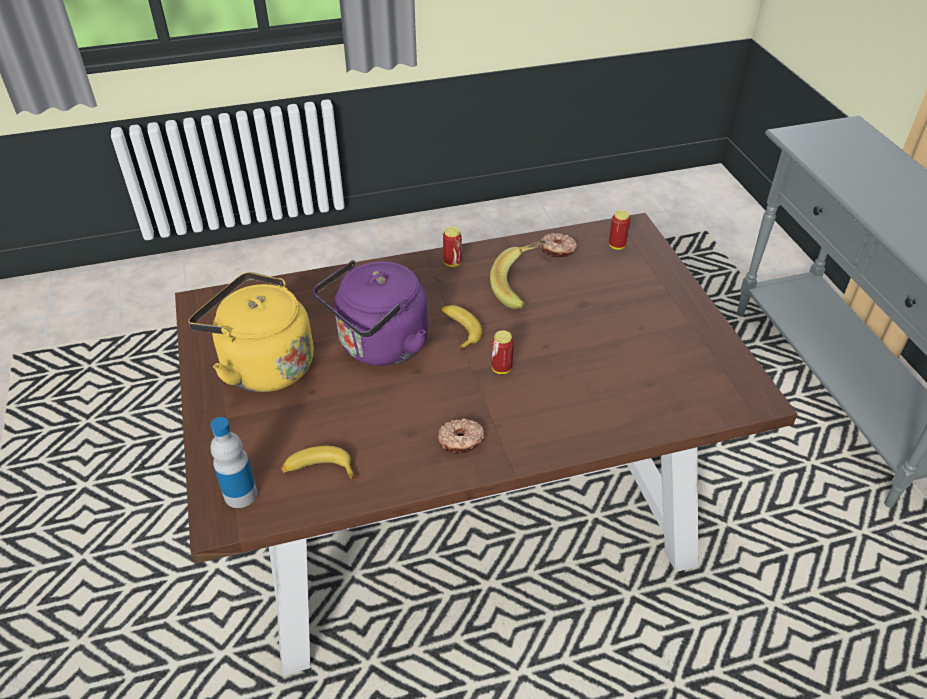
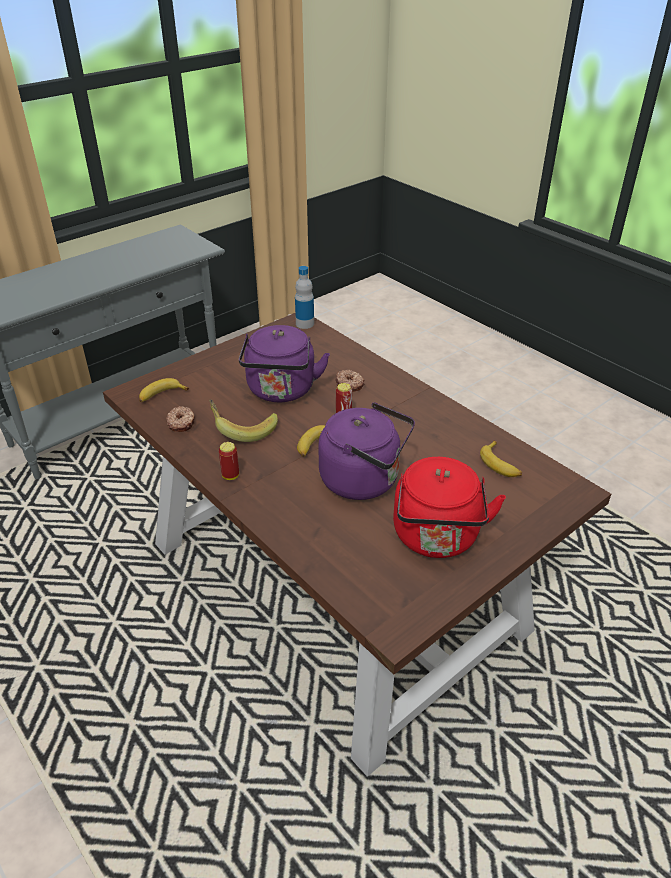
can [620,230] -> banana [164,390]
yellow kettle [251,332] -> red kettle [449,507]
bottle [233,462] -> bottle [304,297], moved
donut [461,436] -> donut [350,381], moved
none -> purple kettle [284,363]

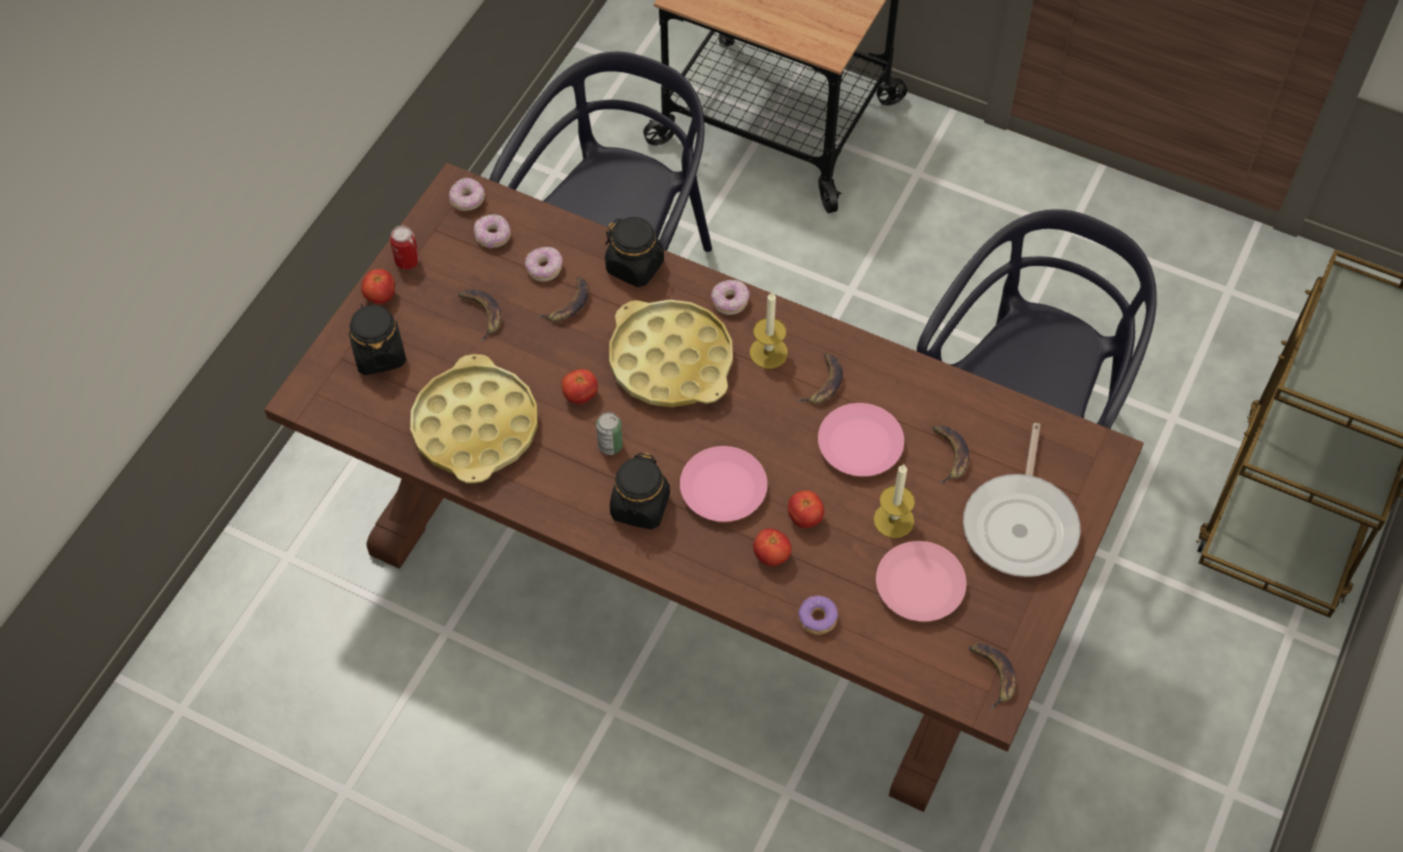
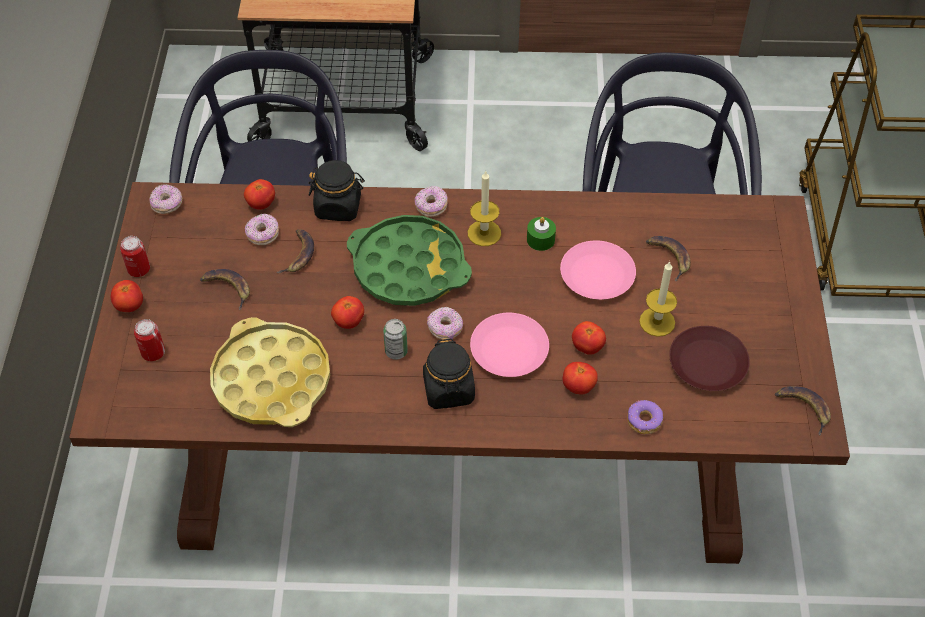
donut [492,231] -> donut [445,323], moved
yellow tray [671,353] -> green tray [409,260]
black jar [377,338] -> can [149,340]
banana [819,378] -> green candle [541,234]
frying pan [1022,500] -> none
pink plate [921,581] -> brown plate [709,358]
none -> tomato [259,194]

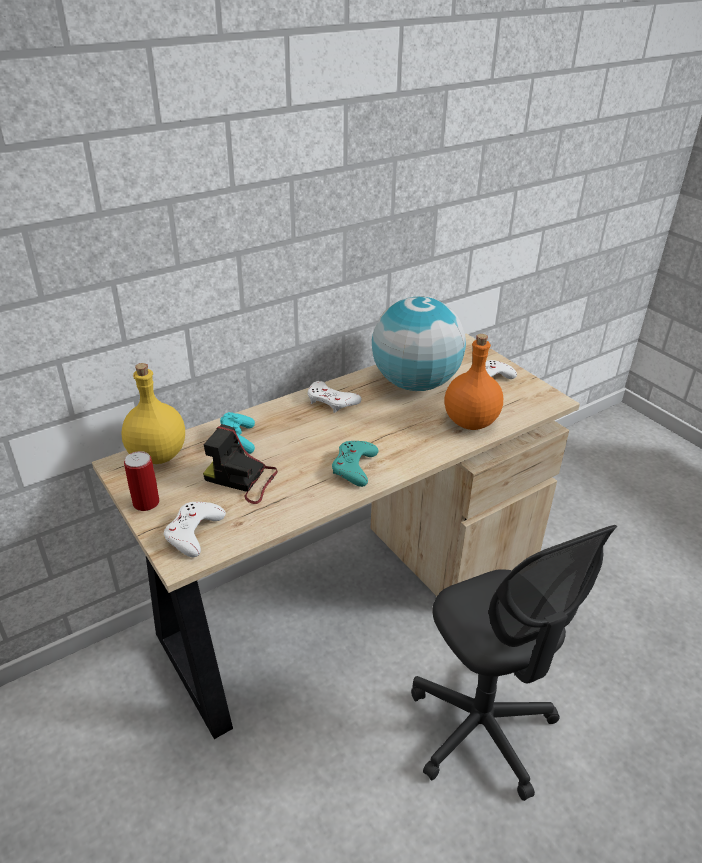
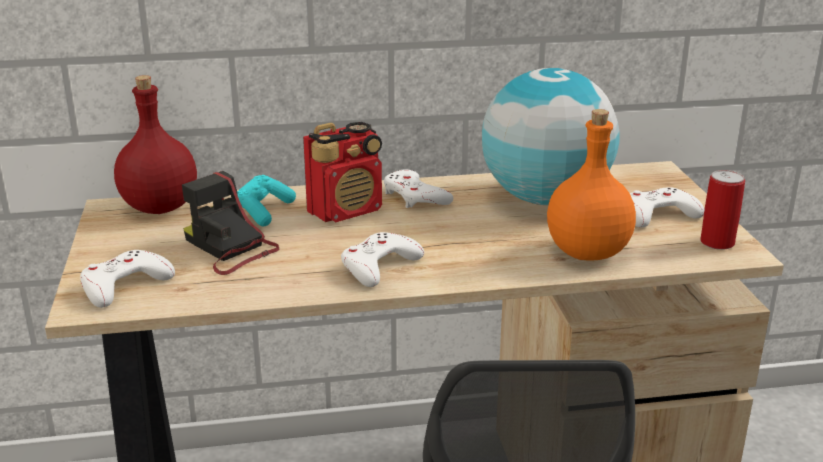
yellow bottle [153,413] -> red bottle [155,144]
turquoise game controller [355,464] -> white game controller [382,259]
can [142,481] -> can [722,210], moved
none -> radio [342,172]

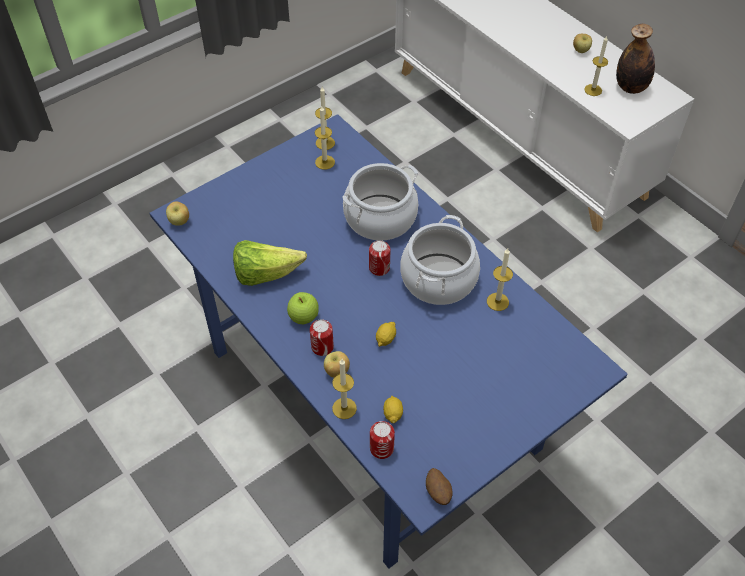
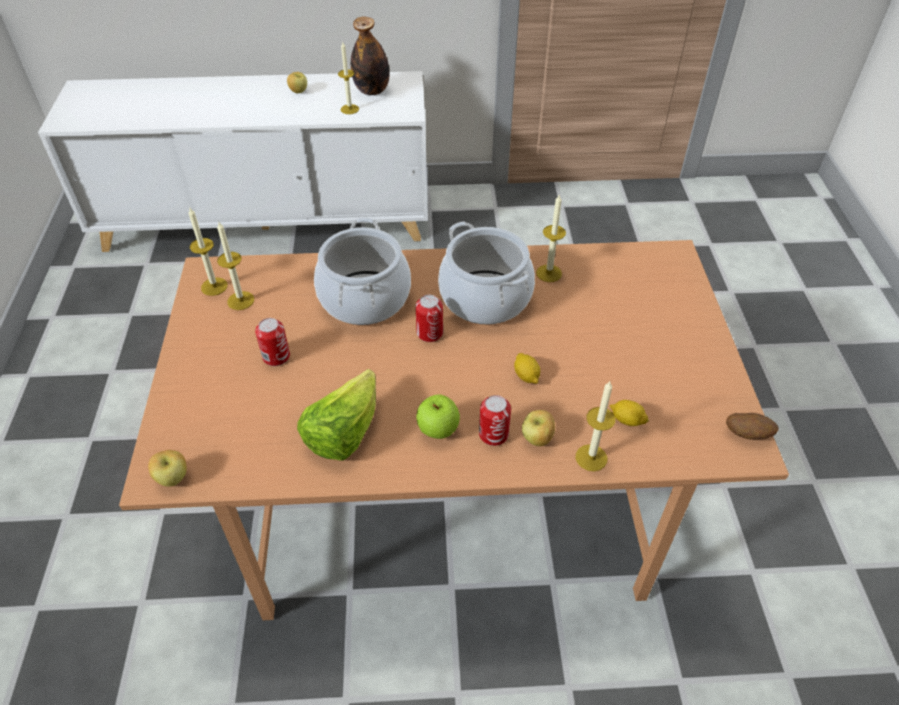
blue dining table [389,341] -> brown dining table [454,430]
can [382,440] -> can [272,342], moved

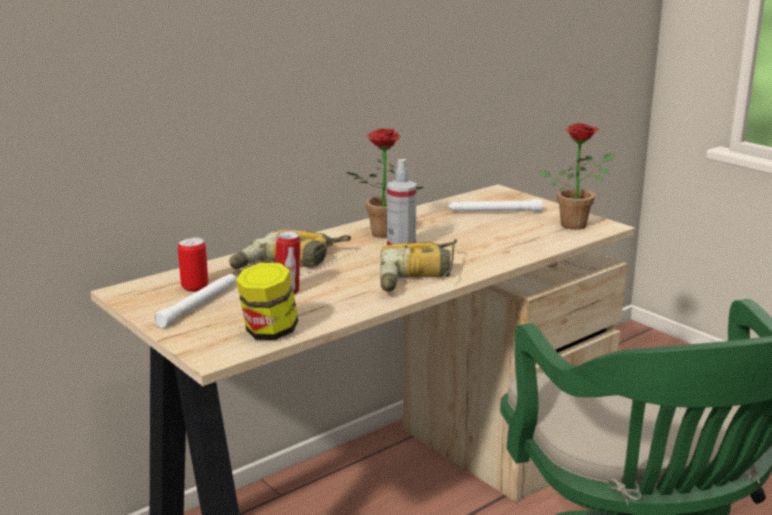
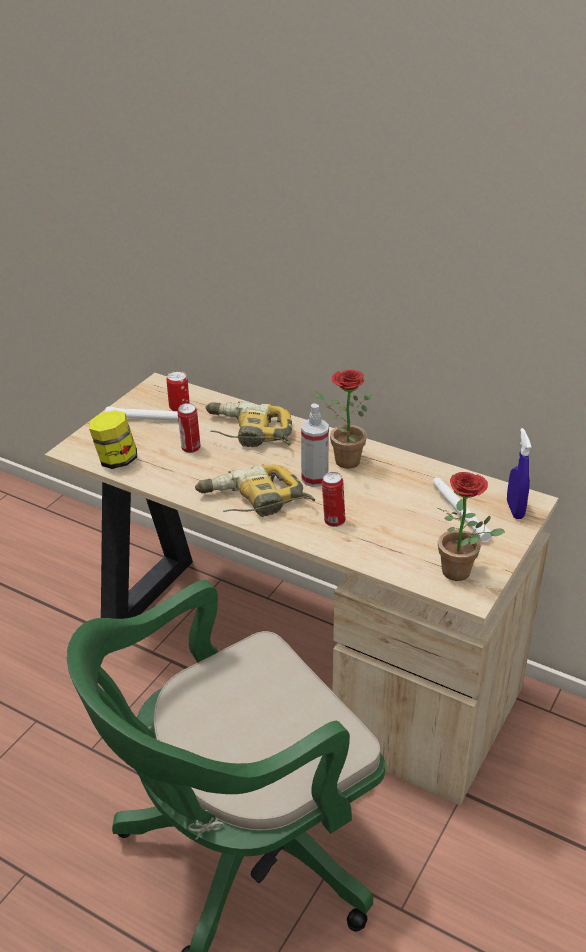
none -> blue spray bottle [519,473]
none -> can [333,499]

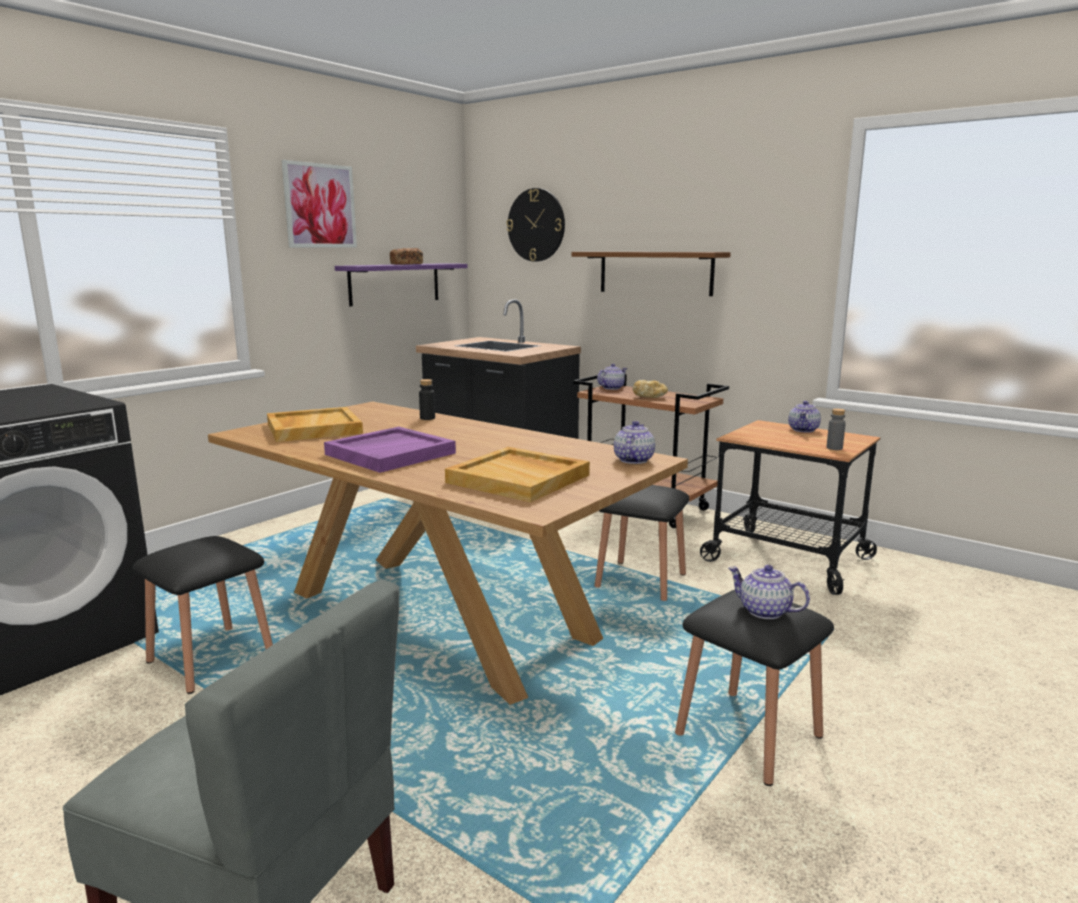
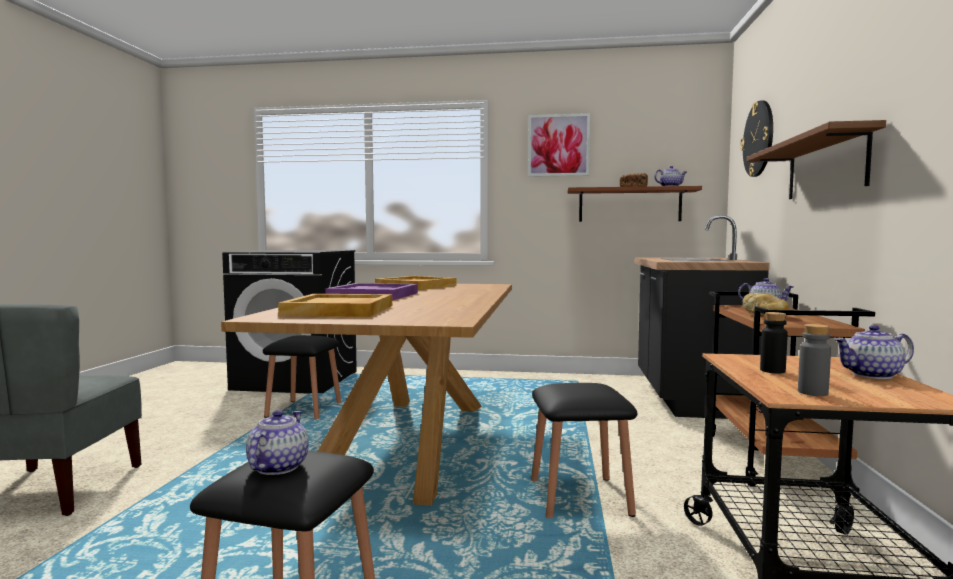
purple shelf [401,284] -> brown shelf [635,204]
black bottle [427,399] -> black bottle [774,343], moved
teapot [634,442] -> teapot [670,176], moved

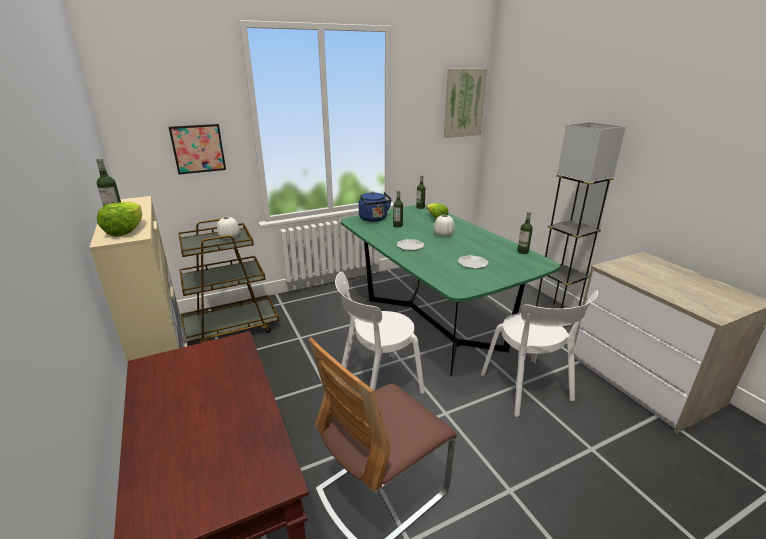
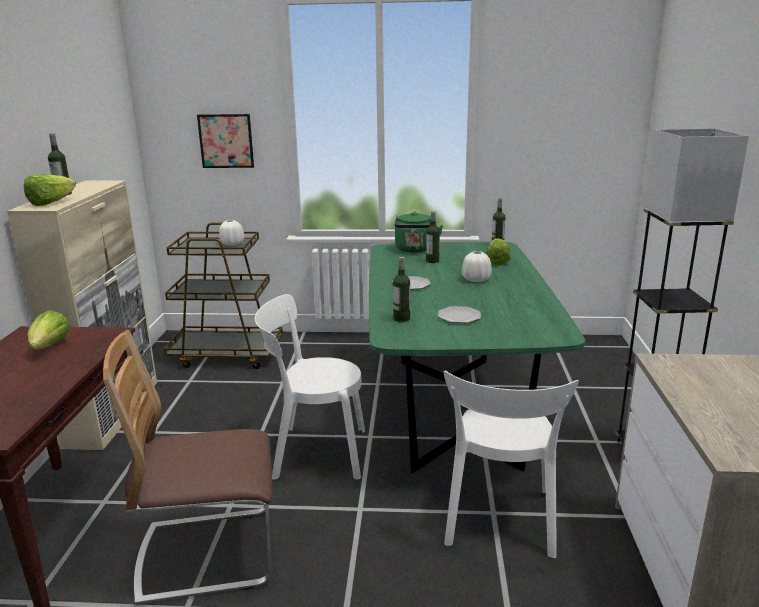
picture [465,103] -> none
blue kettle [375,206] -> green kettle [419,232]
bottle [525,232] -> bottle [401,289], moved
none -> lettuce [49,330]

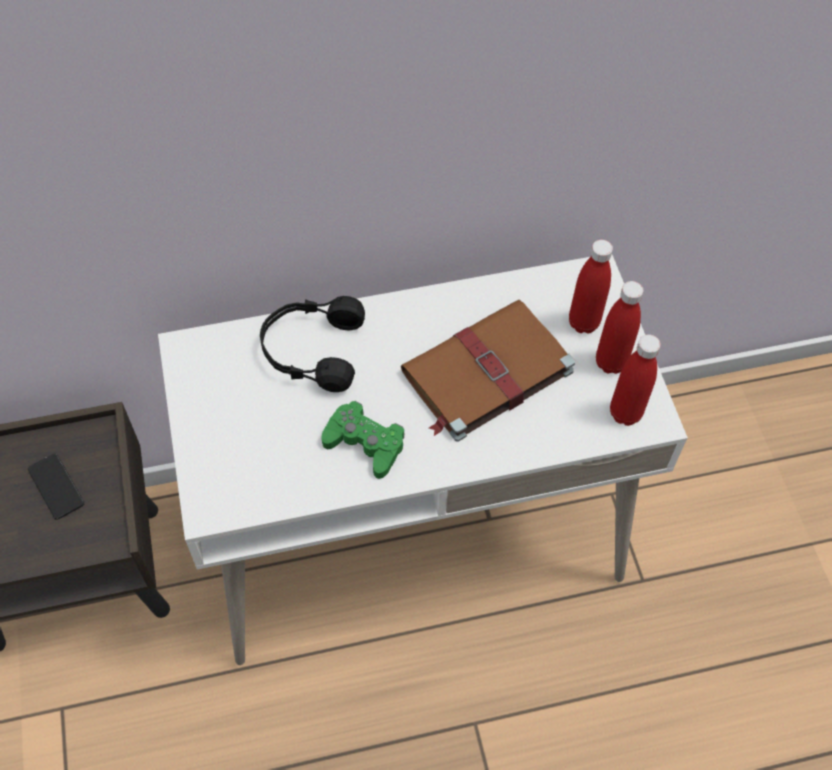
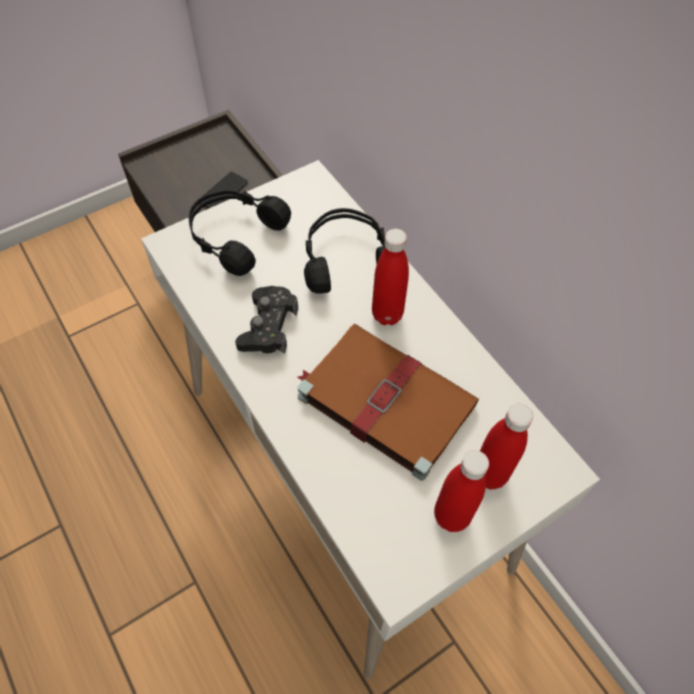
red bottle [635,380] -> red bottle [390,277], moved
green game controller [363,440] -> black game controller [266,320]
none -> black headphones [240,233]

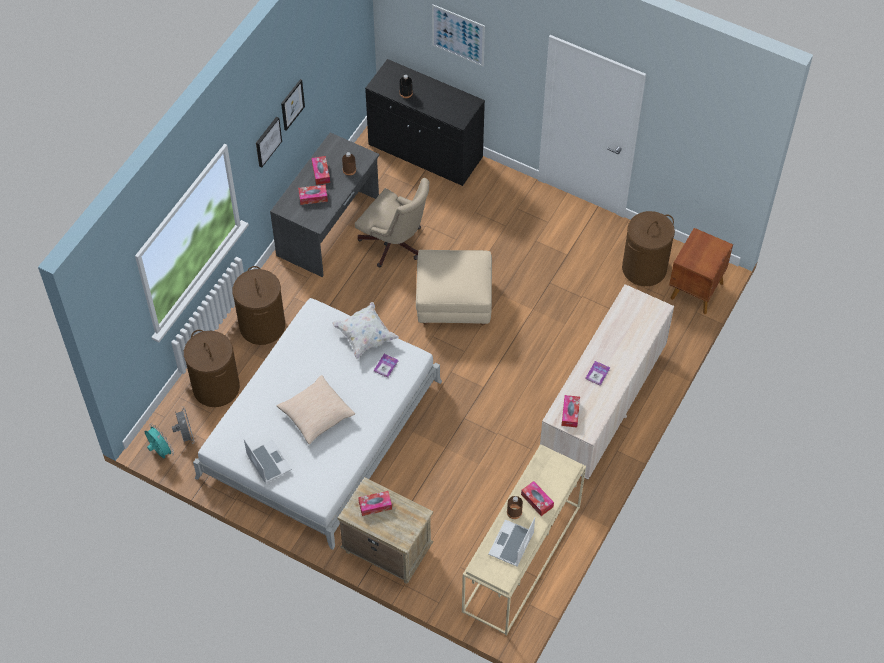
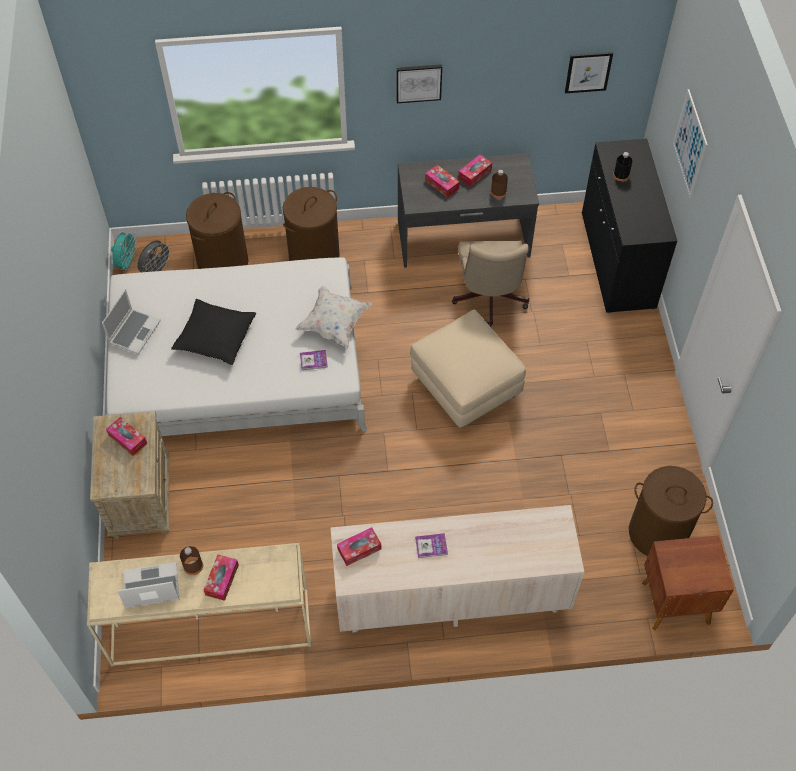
picture [293,105] -> picture [589,72], moved
beige pillow [315,409] -> black pillow [213,332]

